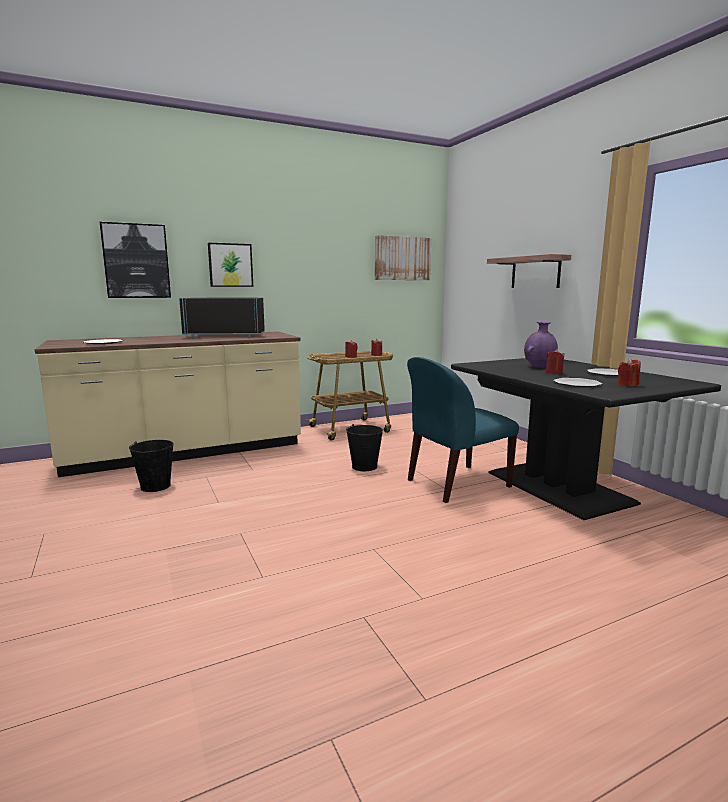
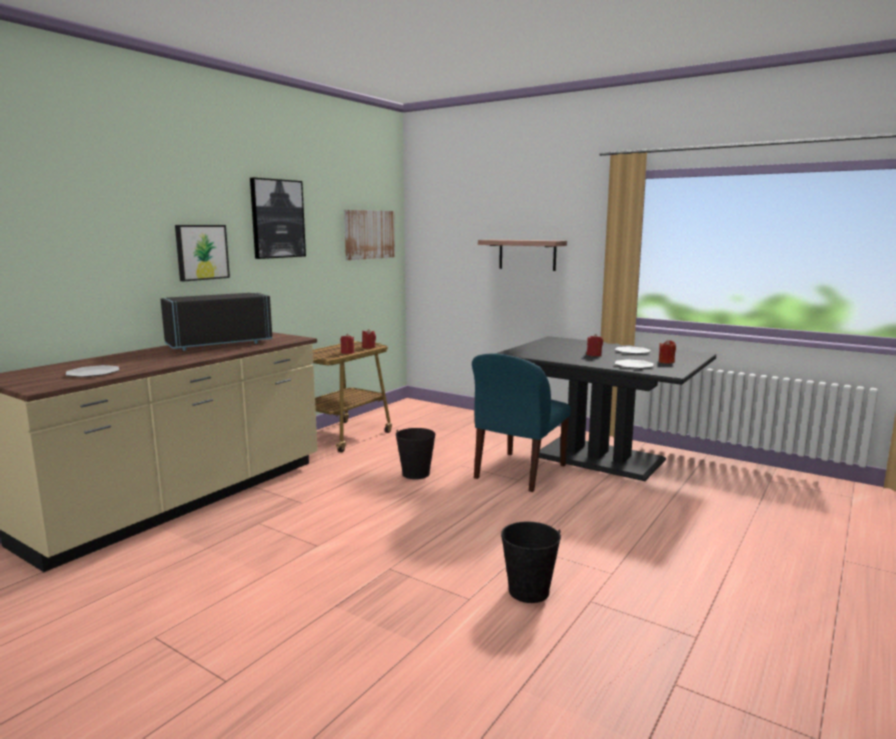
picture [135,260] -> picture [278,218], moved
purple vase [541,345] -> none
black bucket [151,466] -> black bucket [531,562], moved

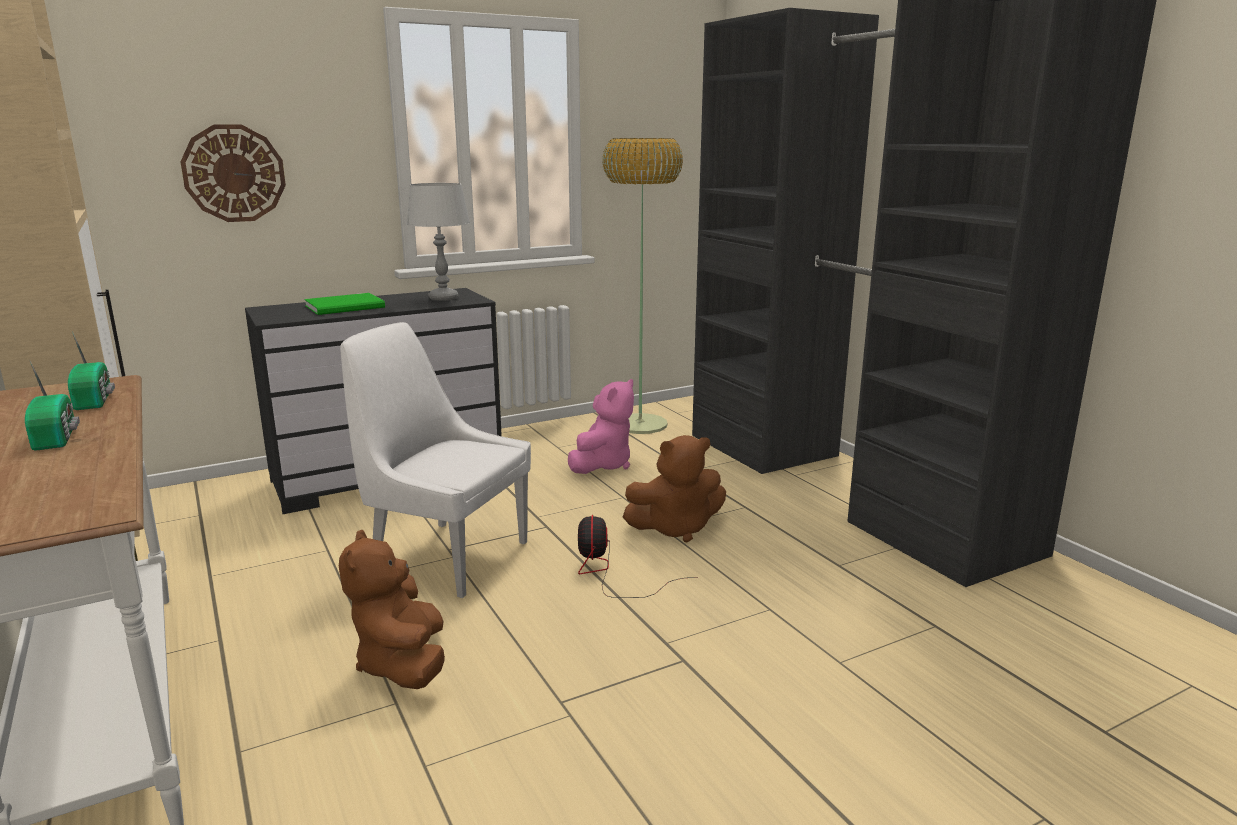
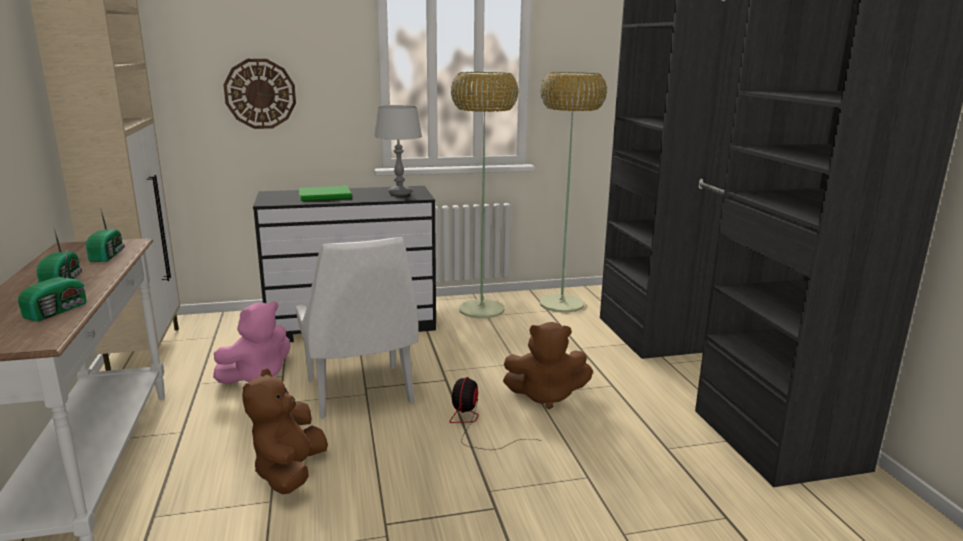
white chair [435,460] -> white chair [357,328], 150 degrees counterclockwise
pink plush toy [601,426] -> pink plush toy [251,342], moved
none -> floor lamp [484,195]
none -> radio [52,286]

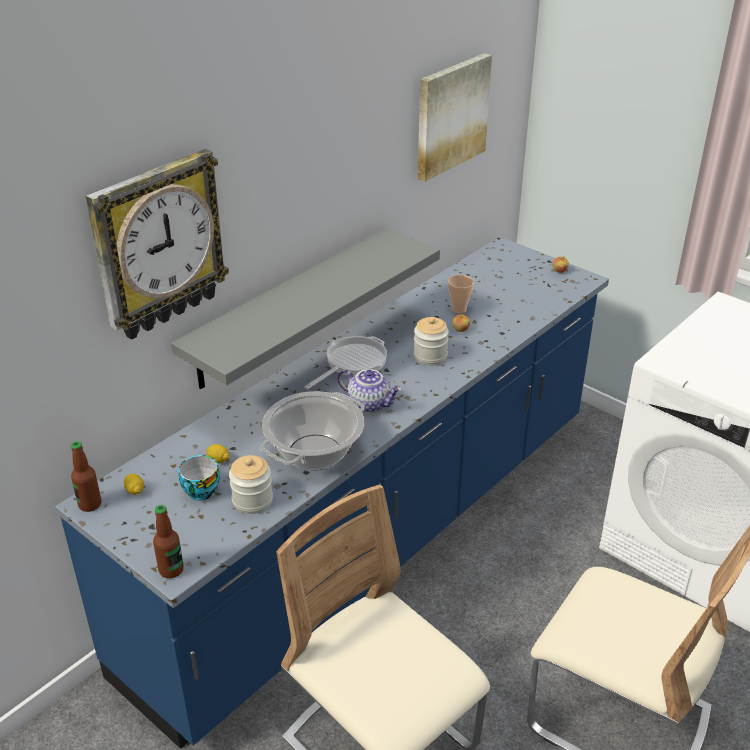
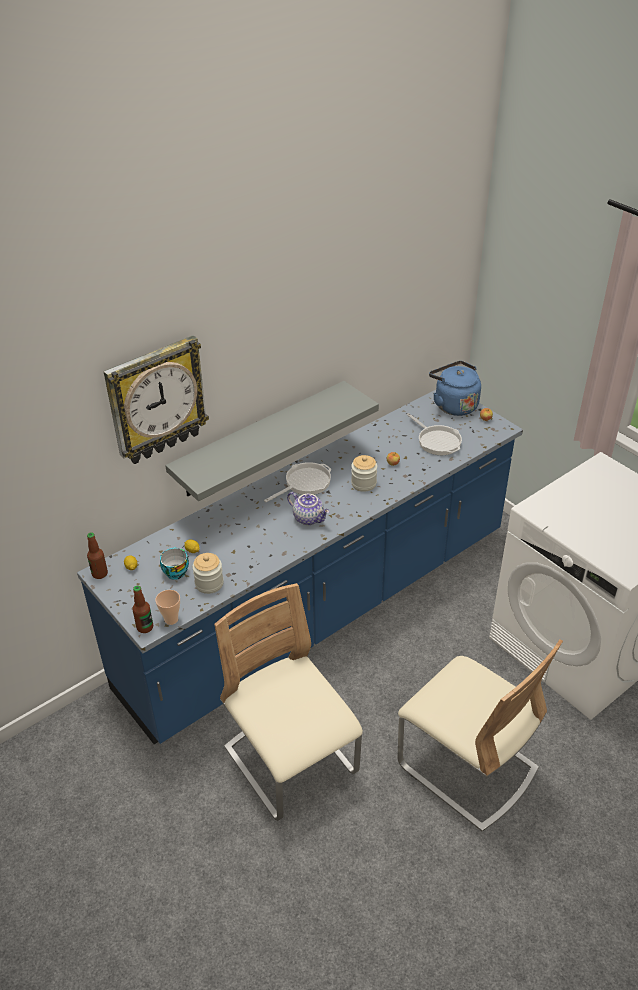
picture [455,117] -> none
cup [461,294] -> cup [167,607], moved
cooking pot [312,430] -> none
none -> blue kettle [455,388]
none -> frying pan [434,434]

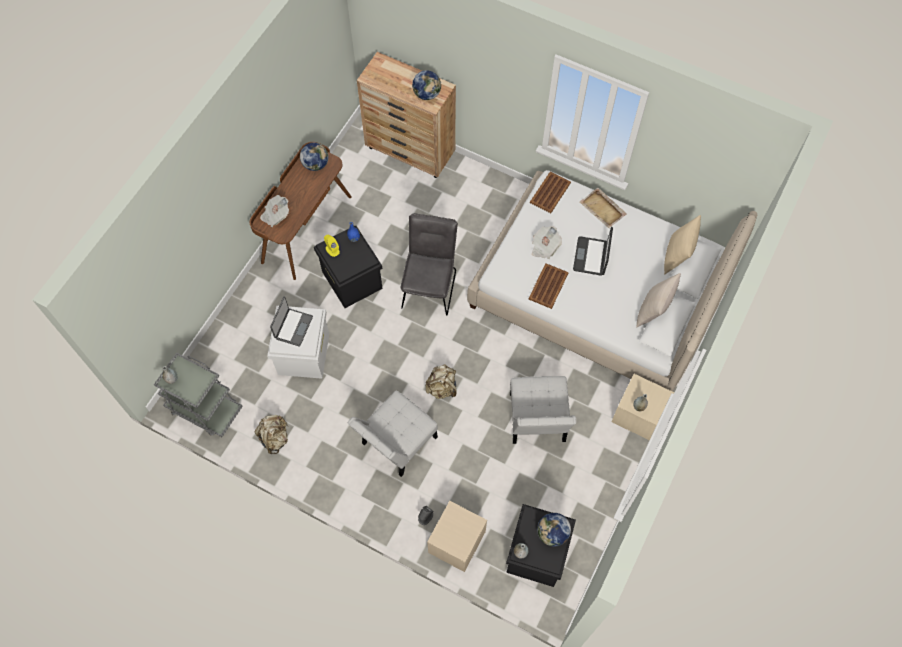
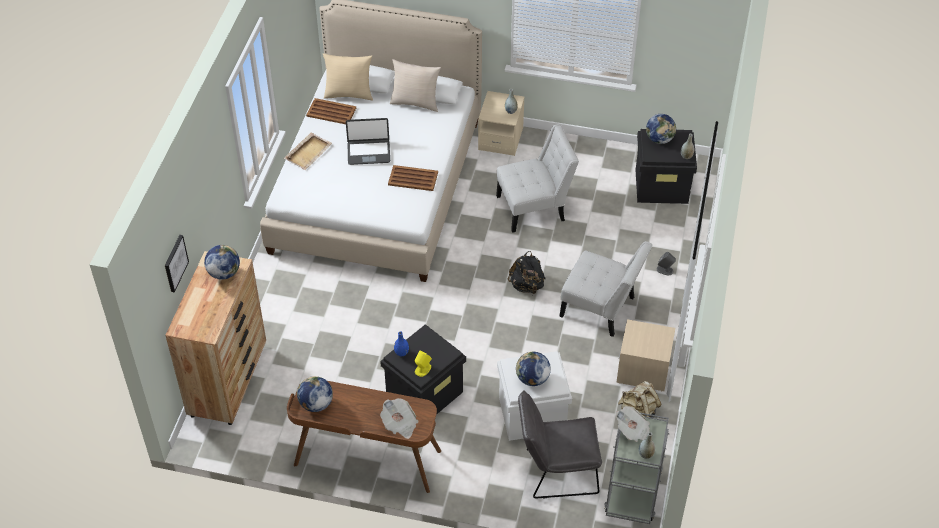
brown tray [550,192] -> brown tray [331,111], moved
grey chair [429,264] -> grey chair [560,444], moved
newspaper [547,242] -> newspaper [633,424], moved
laptop [291,322] -> globe [533,369]
beige backpack [441,381] -> black backpack [526,272]
beige nightstand [457,536] -> beige nightstand [645,355], moved
none -> picture [177,263]

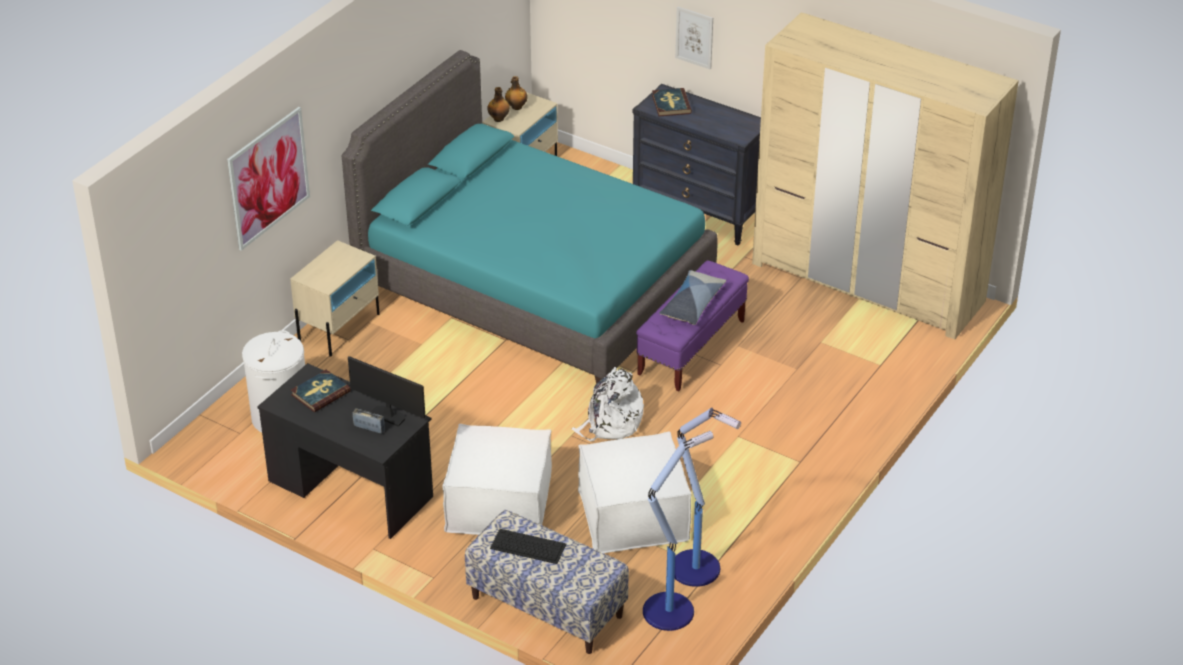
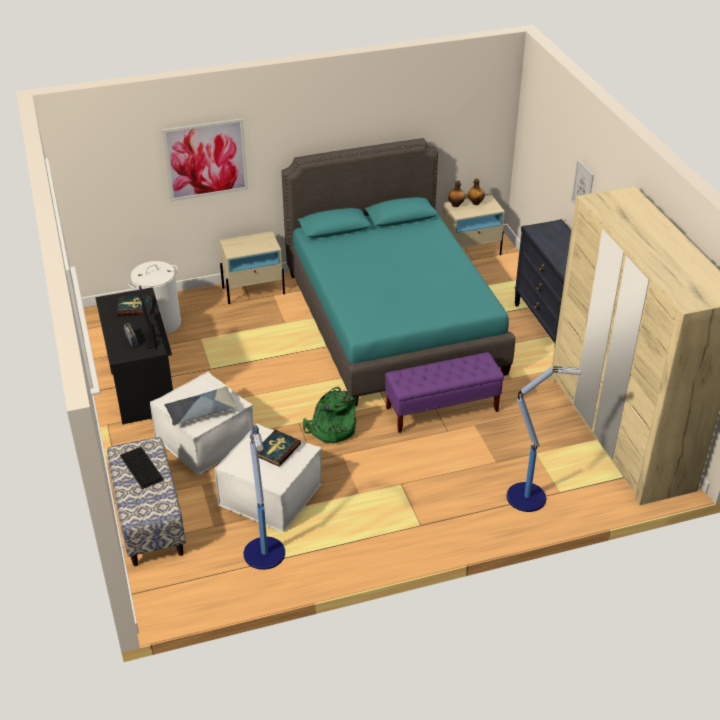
book [672,102] -> book [279,448], moved
pillow [692,297] -> pillow [201,406], moved
white backpack [607,404] -> green backpack [329,415]
floor lamp [678,531] -> floor lamp [543,439], moved

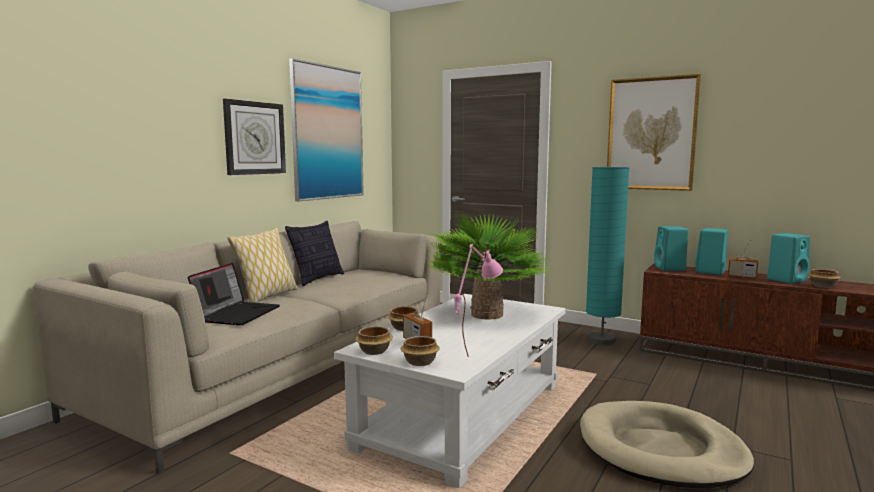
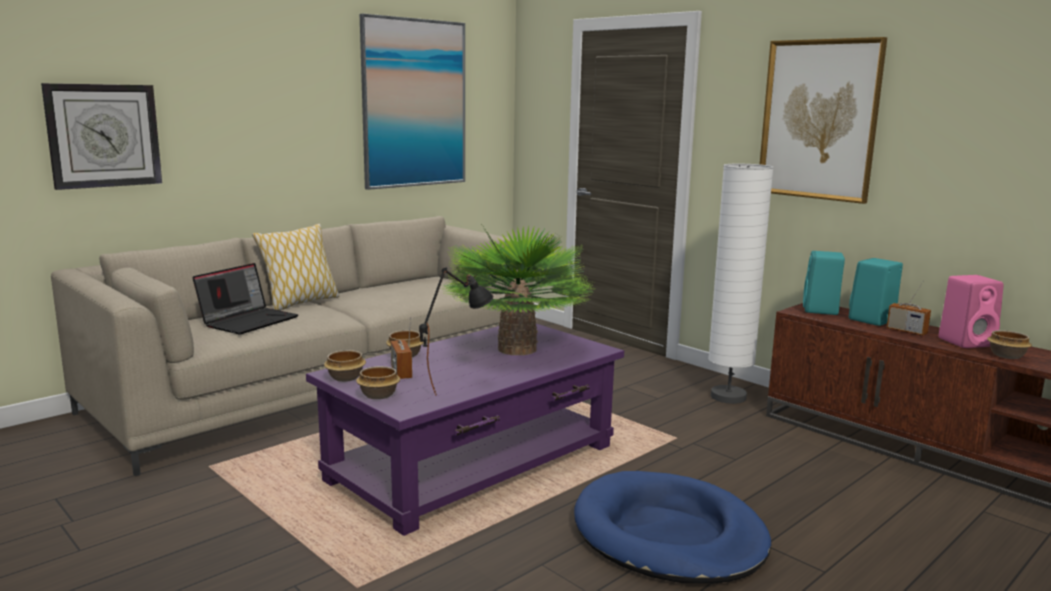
wall clock [254,137] -> wall clock [101,136], moved
turquoise floor lamp [607,256] -> white floor lamp [741,284]
pillow [314,253] -> none
turquoise speaker [788,258] -> pink speaker [971,311]
pink table lamp [478,300] -> black table lamp [456,332]
white coffee table [450,391] -> purple coffee table [465,430]
beige dog bed [667,444] -> blue dog bed [672,527]

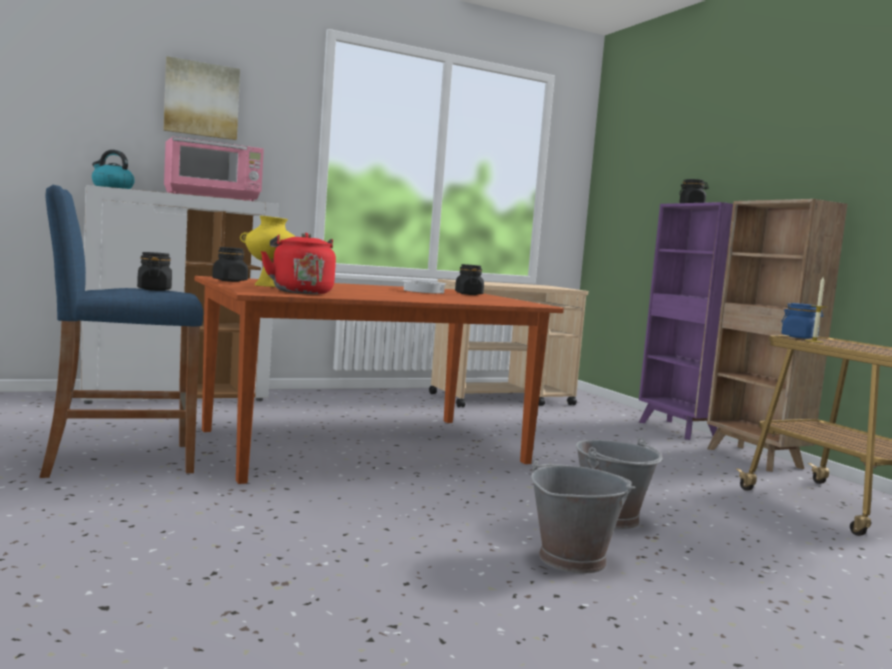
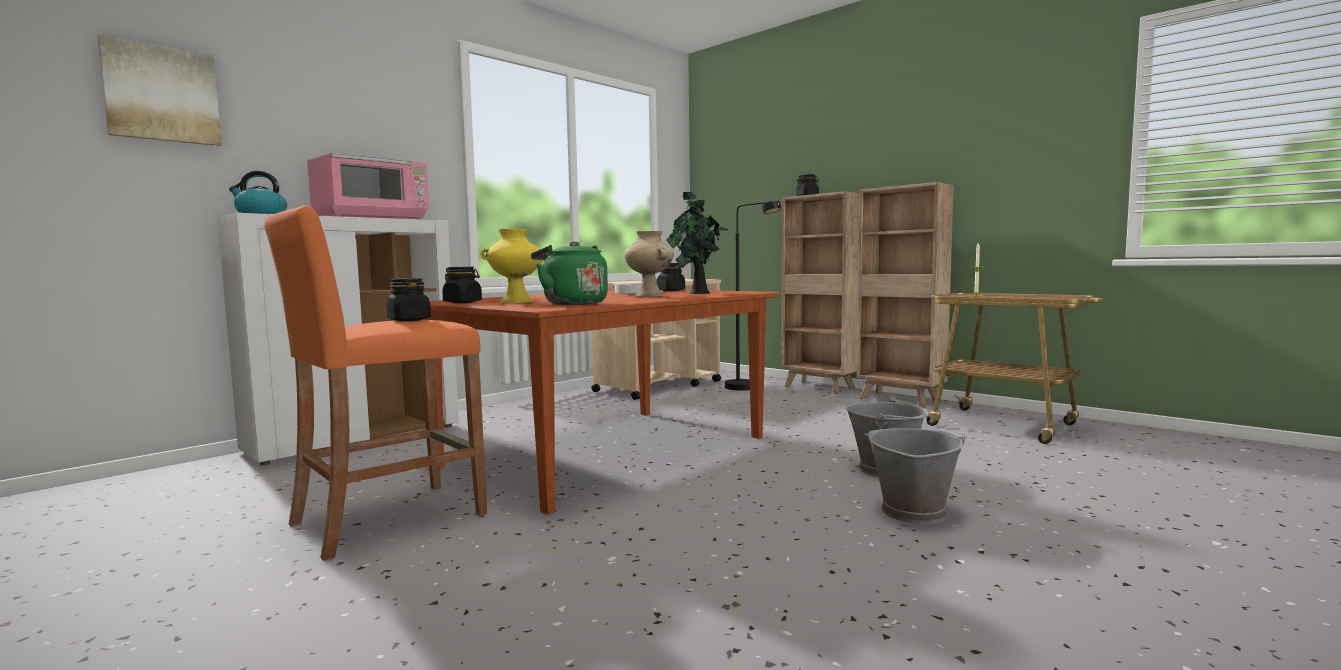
picture [201,98] -> picture [160,90], moved
blue stool [121,331] -> orange stool [375,383]
purple bookcase [686,321] -> brown bookcase [820,292]
red kettle [298,263] -> green kettle [569,273]
blue jar [802,321] -> none
none -> potted plant [697,243]
none -> black floor lamp [753,296]
none -> beige vase [649,264]

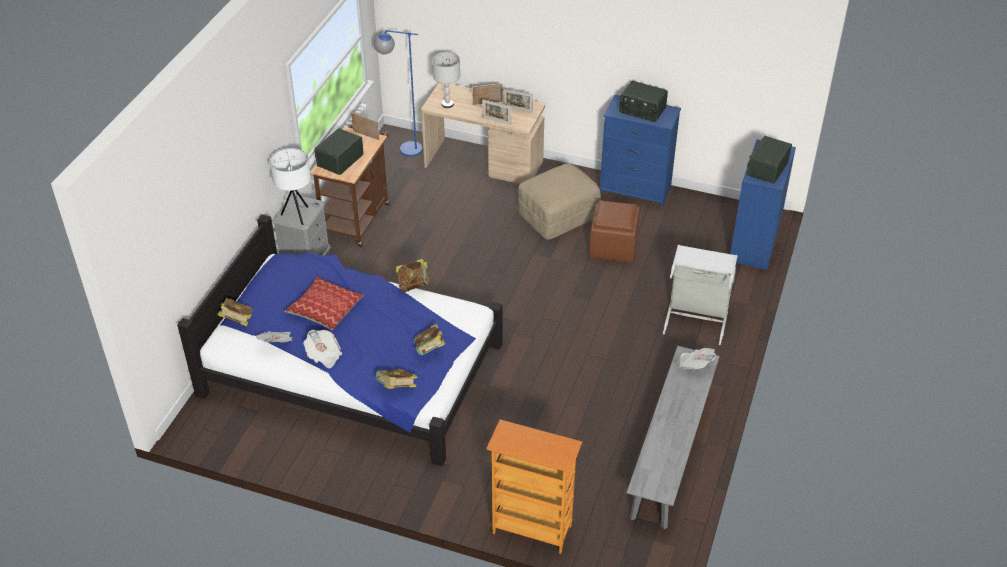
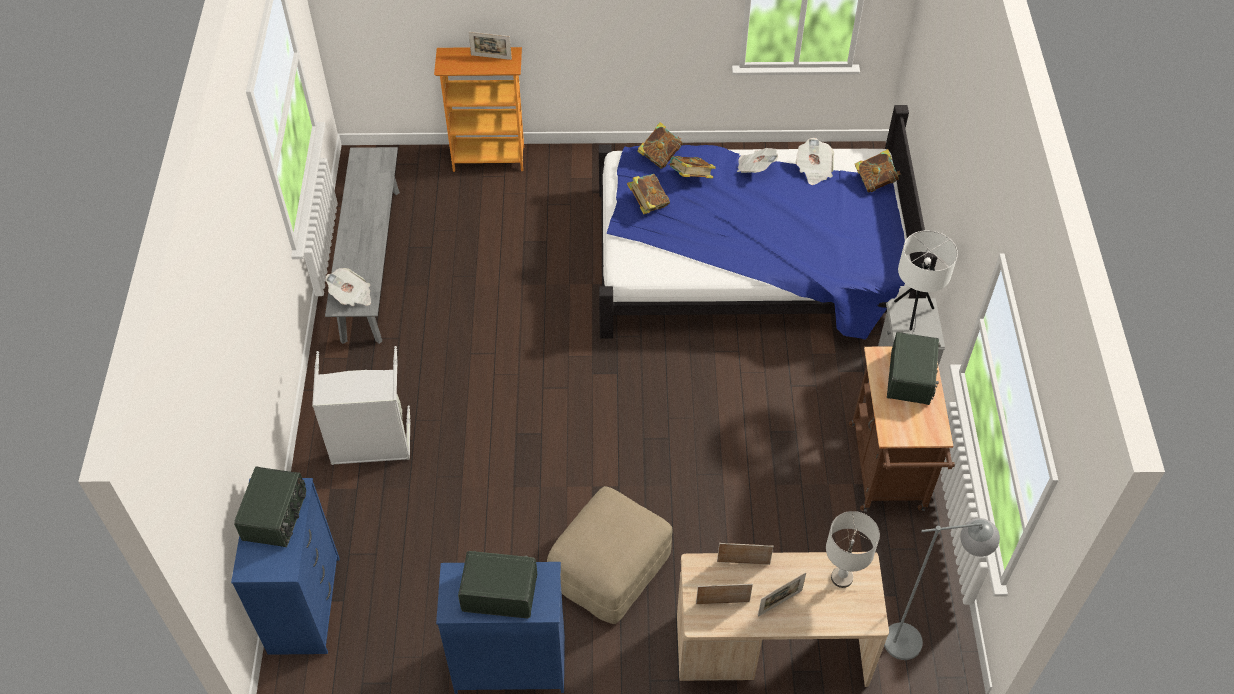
blue floor lamp [398,93] -> grey floor lamp [942,589]
picture frame [365,126] -> picture frame [490,46], moved
brown ottoman [614,231] -> none
book [413,275] -> book [692,167], moved
pillow [324,303] -> none

